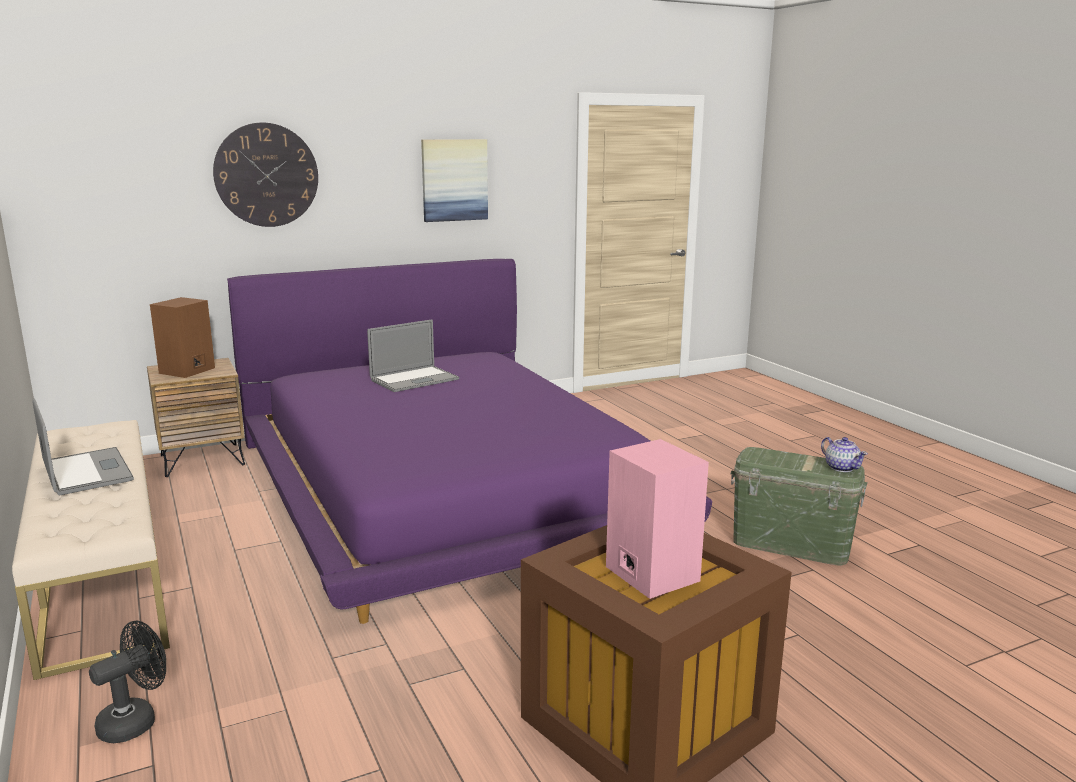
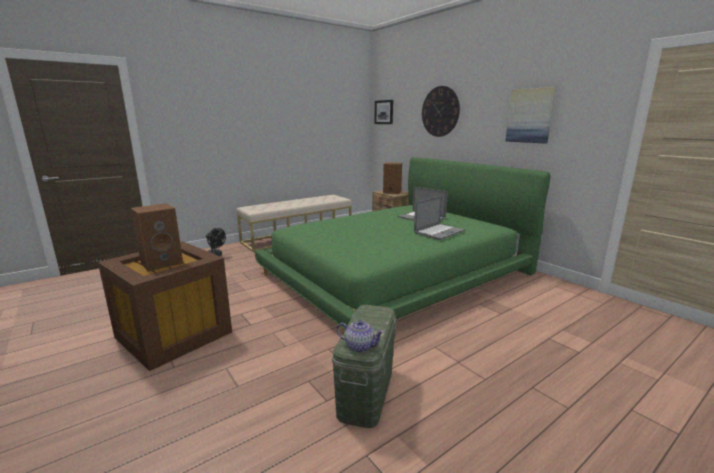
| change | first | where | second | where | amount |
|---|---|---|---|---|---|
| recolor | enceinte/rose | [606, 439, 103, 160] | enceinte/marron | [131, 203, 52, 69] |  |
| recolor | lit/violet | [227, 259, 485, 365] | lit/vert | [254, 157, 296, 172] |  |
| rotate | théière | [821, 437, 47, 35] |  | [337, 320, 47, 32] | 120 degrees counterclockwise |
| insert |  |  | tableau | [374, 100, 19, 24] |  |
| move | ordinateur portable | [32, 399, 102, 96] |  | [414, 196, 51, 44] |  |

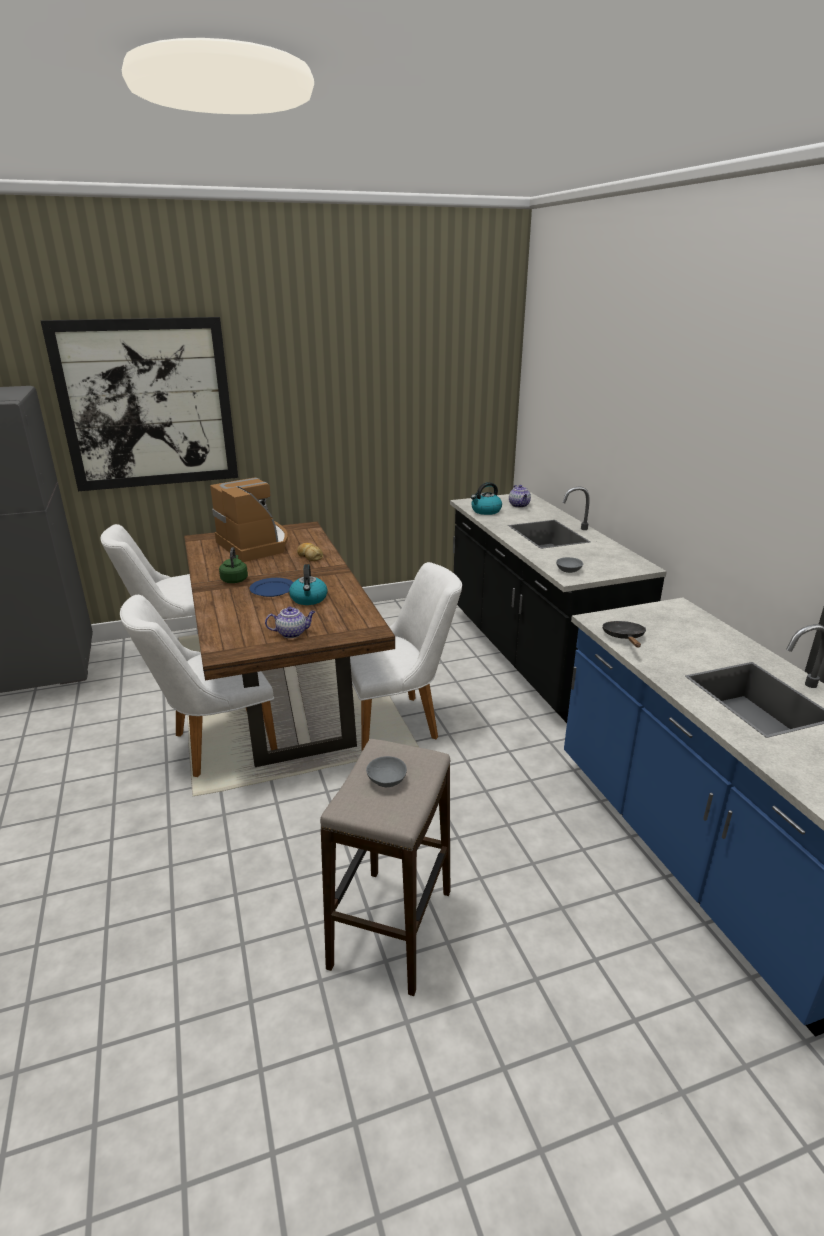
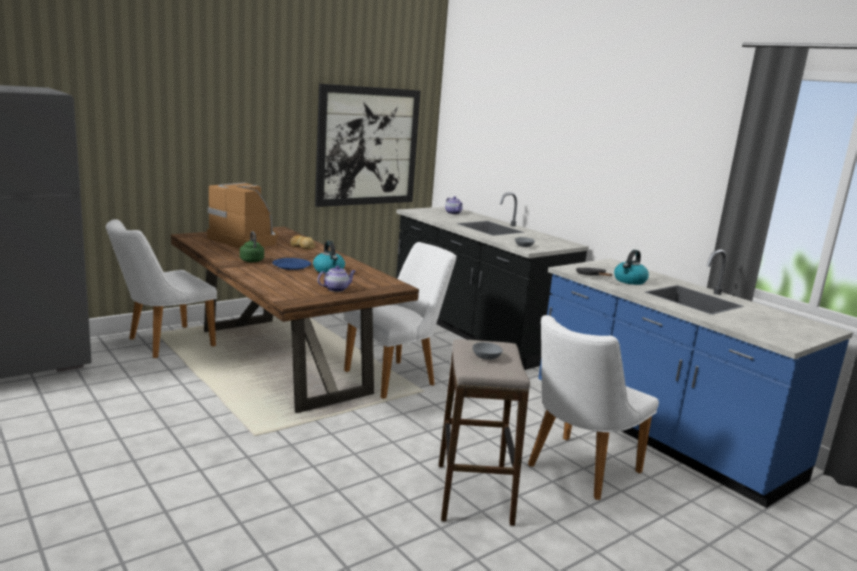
| change | first | where | second | where | amount |
|---|---|---|---|---|---|
| move | tableau | [41, 317, 197, 174] |  | [315, 84, 106, 123] |  |
| move | chaise/blanc | [120, 595, 157, 182] |  | [528, 315, 131, 185] |  |
| move | bouilloire | [471, 482, 31, 33] |  | [614, 250, 35, 35] |  |

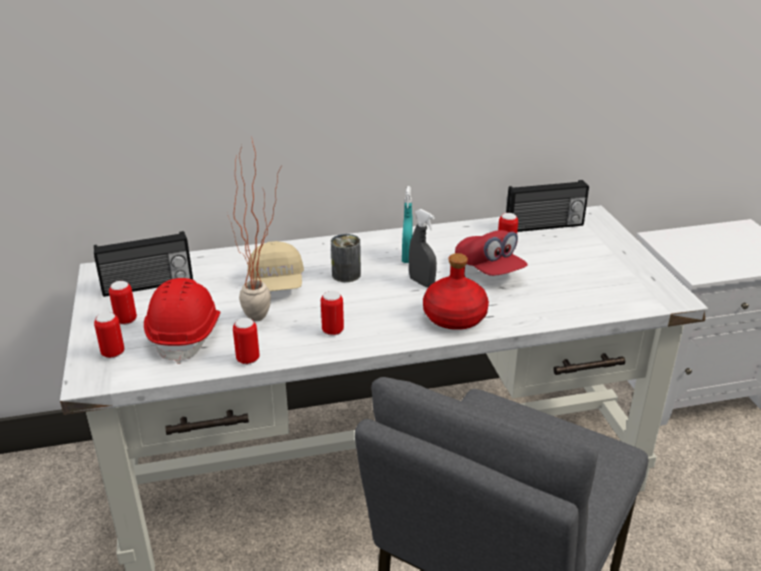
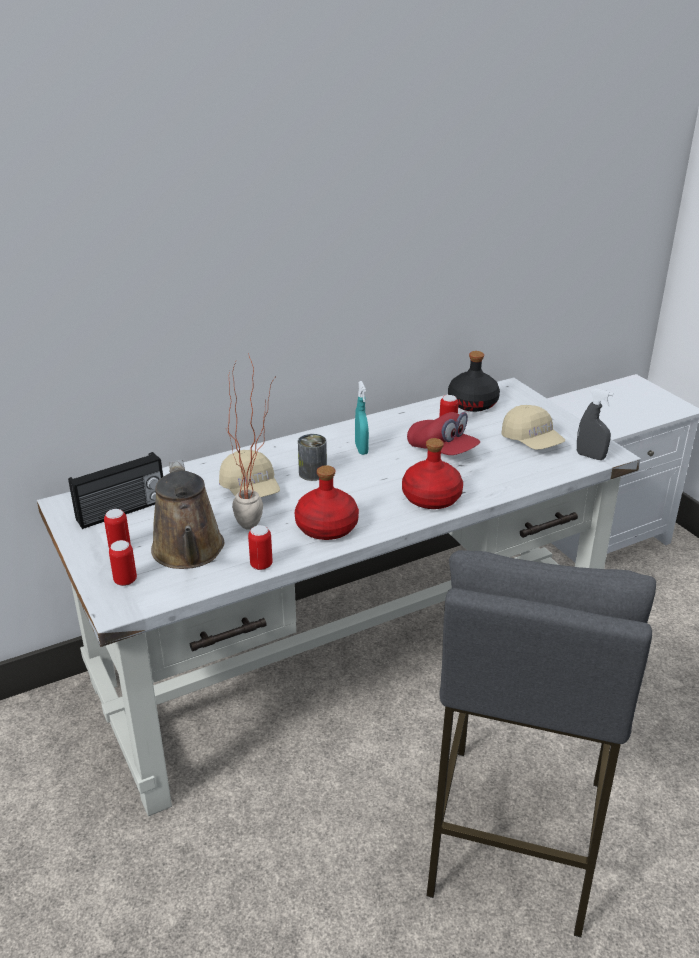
| change | first | where | second | where | amount |
|---|---|---|---|---|---|
| replace | casque de chantier/rouge | [144, 278, 77, 86] | arrosoir/marron | [151, 460, 73, 109] |  |
| replace | boîte métallique | [321, 291, 23, 45] | bouteille/rouge | [295, 465, 64, 75] |  |
| replace | radio | [506, 180, 83, 52] | bouteille/noir | [448, 351, 52, 61] |  |
| insert |  |  | casquette/beige | [501, 405, 64, 45] |  |
| move | vaporisateur/gris | [409, 209, 28, 79] |  | [577, 388, 37, 72] |  |

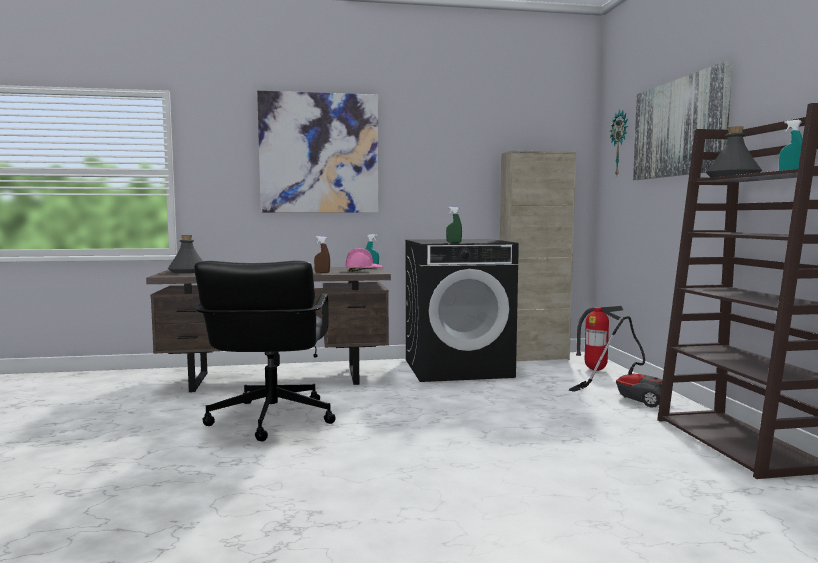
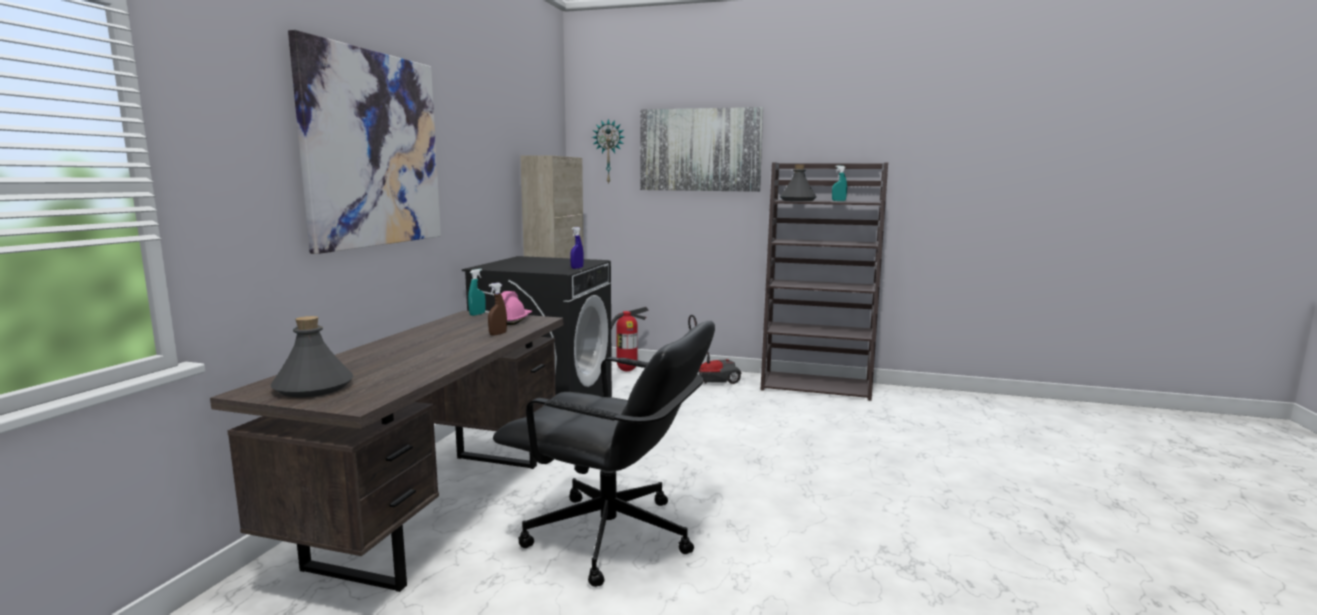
| change | first | where | second | where | amount |
|---|---|---|---|---|---|
| recolor | vaporisateur/vert | [446, 207, 16, 36] | vaporisateur/bleu | [570, 227, 13, 42] |  |

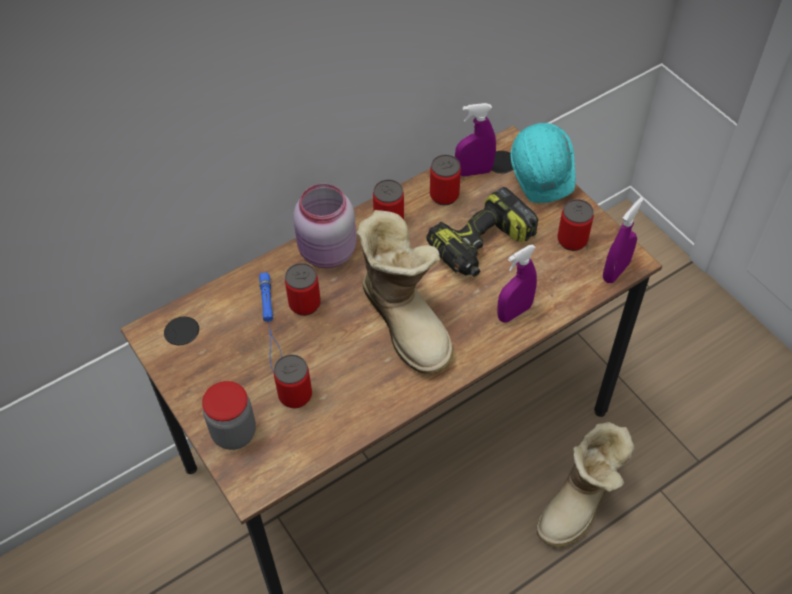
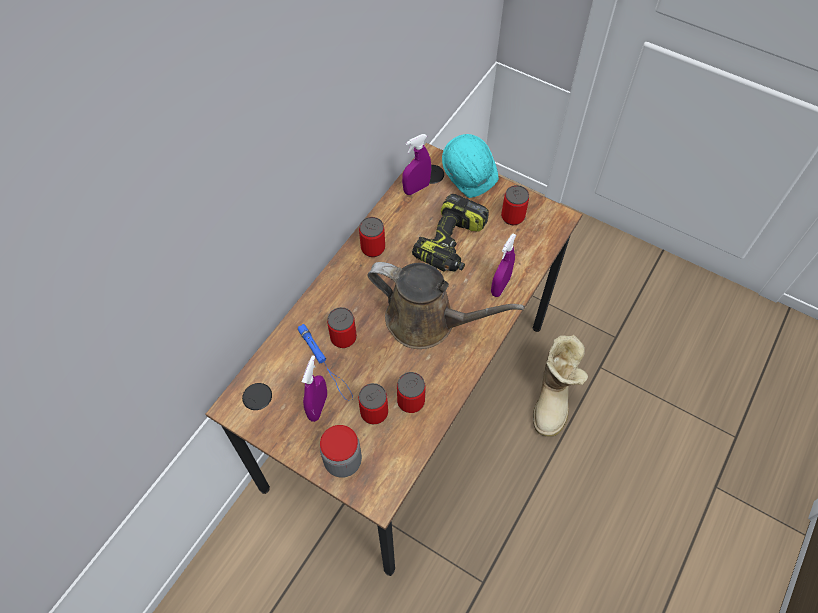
| change | first | where | second | where | amount |
|---|---|---|---|---|---|
| move | vaporisateur/violet | [603, 197, 41, 86] |  | [302, 355, 25, 67] |  |
| replace | botte | [357, 210, 96, 164] | arrosoir/marron | [367, 262, 158, 87] |  |
| move | boîte métallique | [430, 155, 31, 50] |  | [397, 372, 29, 41] |  |
| delete | bocal/rose | [293, 184, 64, 84] |  |  |  |

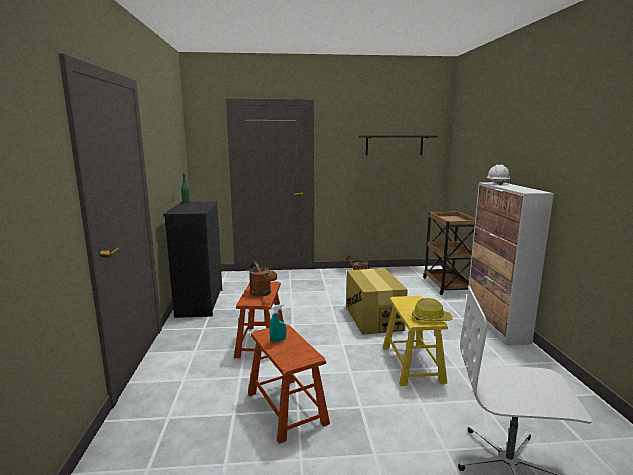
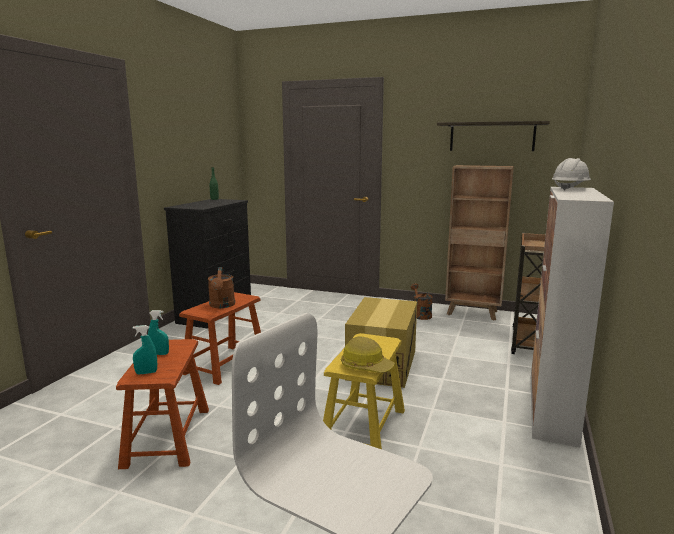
| change | first | where | second | where | amount |
|---|---|---|---|---|---|
| insert |  |  | vaporisateur/turquoise | [133, 325, 24, 49] |  |
| insert |  |  | bibliothèque/marron | [445, 165, 69, 155] |  |

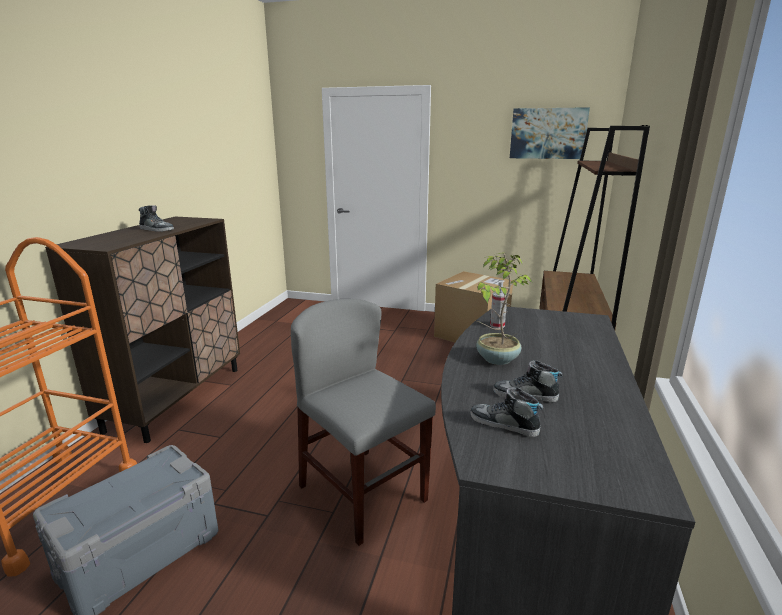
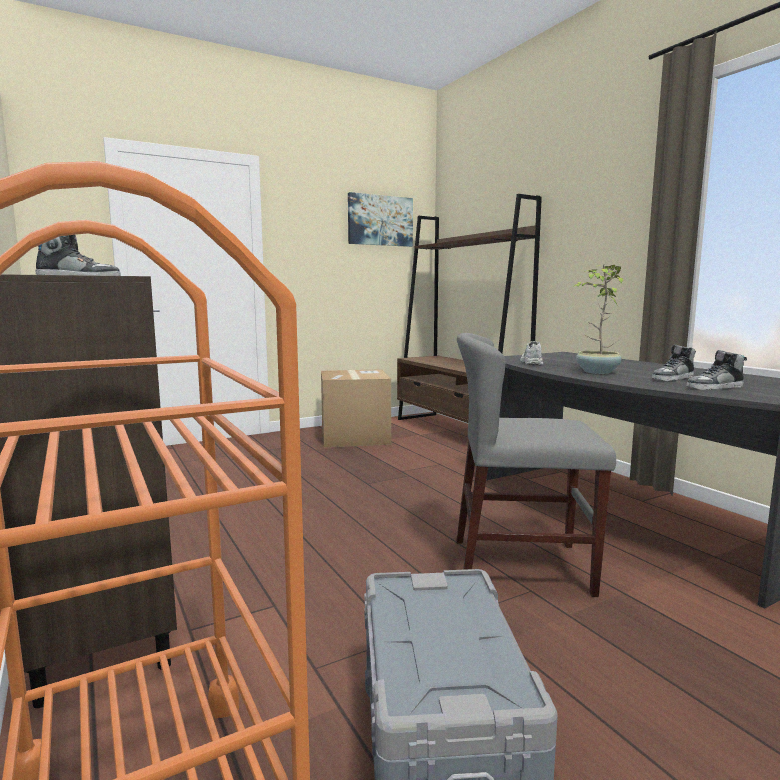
| change | first | where | second | where | amount |
|---|---|---|---|---|---|
| replace | vaporisateur | [490, 281, 17, 47] | chaussure/blanc | [520, 341, 23, 25] |  |

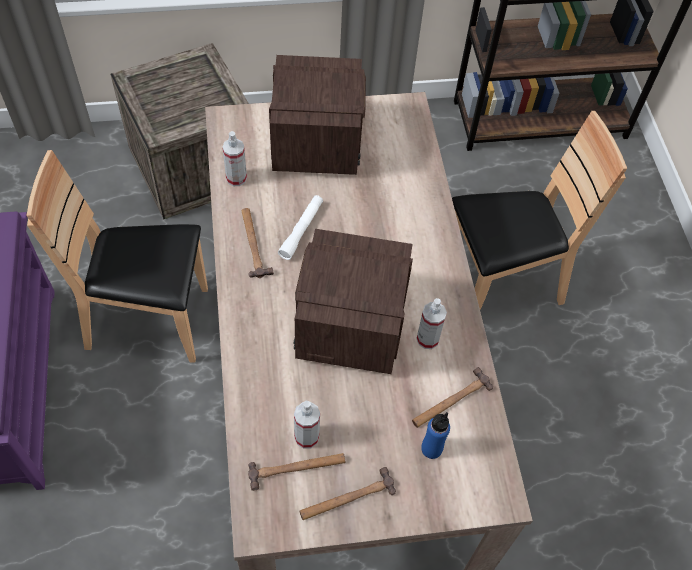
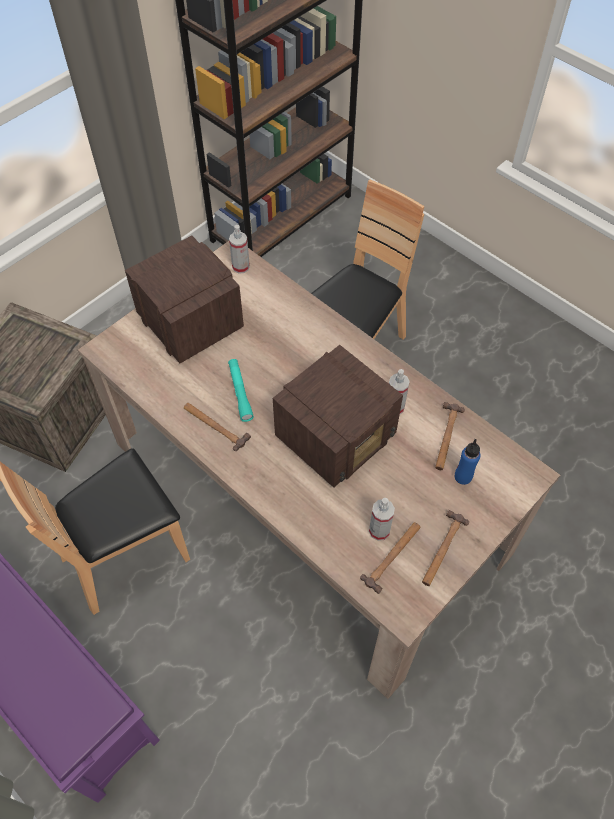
| change | first | where | second | where | amount |
|---|---|---|---|---|---|
| recolor | lampe de poche/blanc | [278, 195, 45, 65] | lampe de poche/turquoise | [228, 359, 26, 63] |  |
| move | vaporisateur | [222, 131, 25, 55] |  | [229, 225, 21, 49] |  |
| rotate | radio | [294, 229, 119, 145] |  | [273, 345, 130, 143] | 105 degrees counterclockwise |

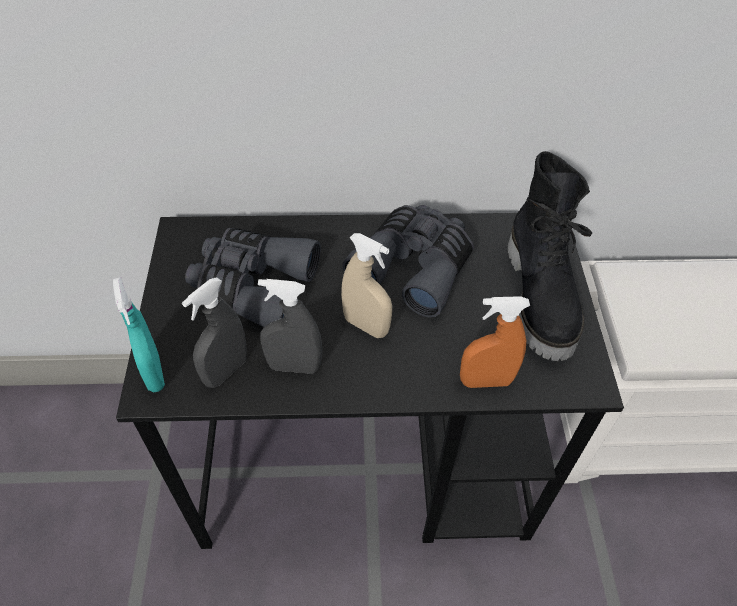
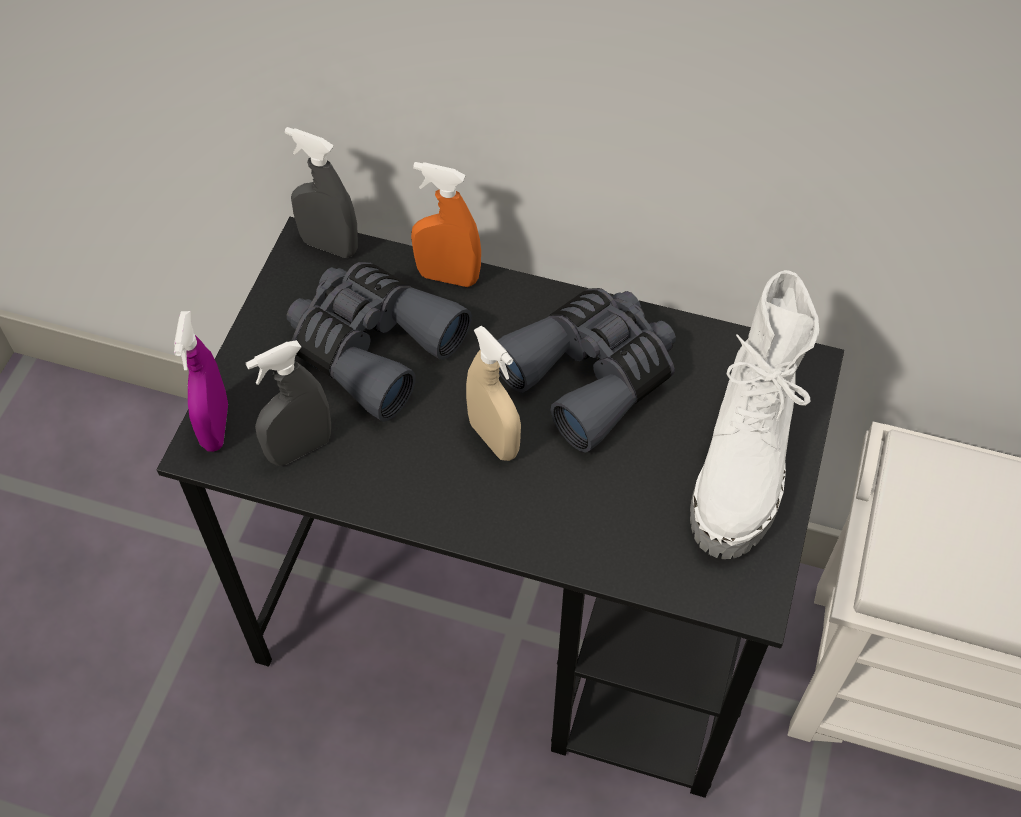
| change | first | where | second | where | amount |
|---|---|---|---|---|---|
| recolor | vaporisateur/turquoise | [113, 277, 52, 115] | vaporisateur/violet | [174, 311, 54, 141] |  |
| move | vaporisateur/gris | [258, 279, 64, 95] |  | [285, 127, 73, 131] |  |
| move | vaporisateur/orange | [460, 296, 70, 92] |  | [411, 162, 70, 125] |  |
| recolor | botte/noir | [507, 151, 85, 210] | botte/blanc | [690, 270, 129, 289] |  |

